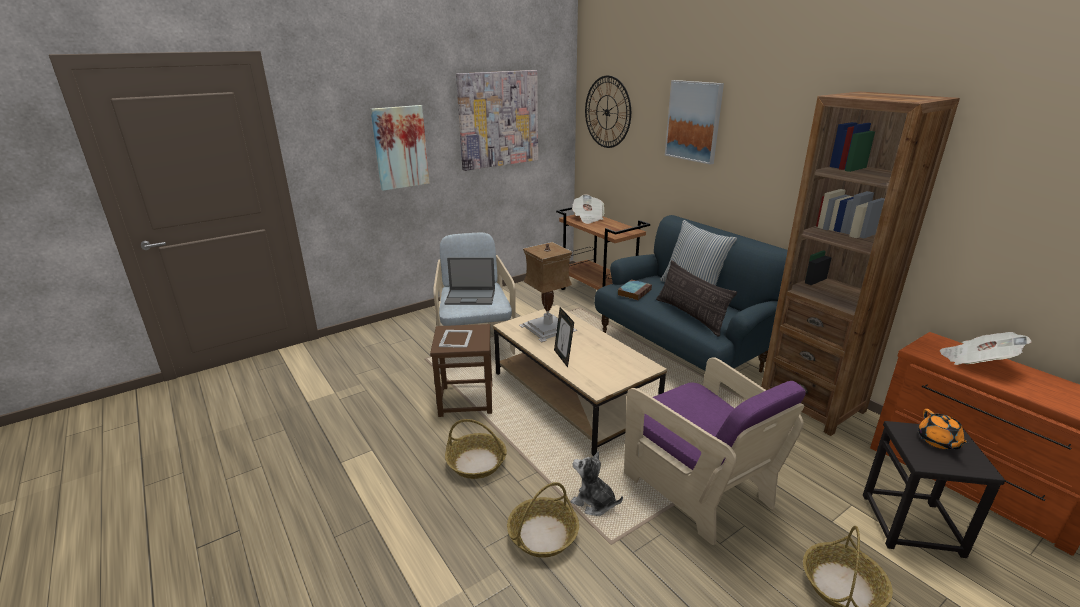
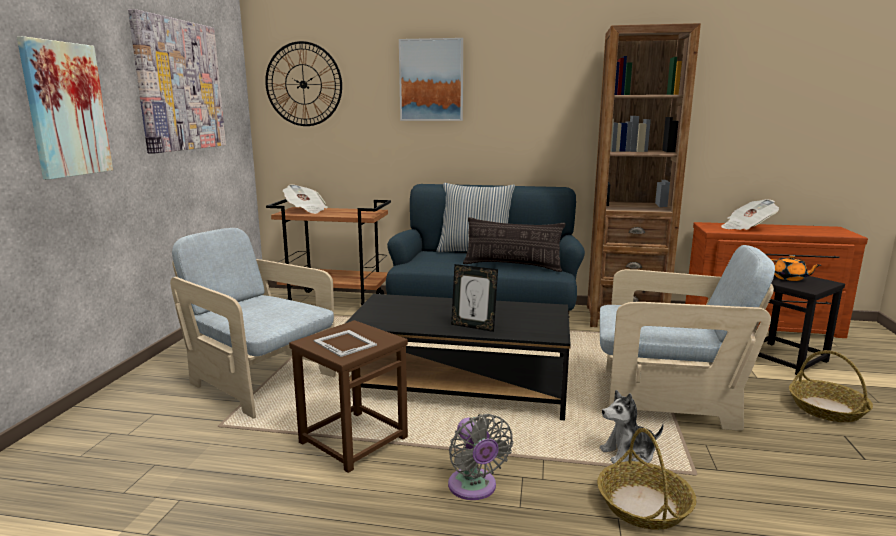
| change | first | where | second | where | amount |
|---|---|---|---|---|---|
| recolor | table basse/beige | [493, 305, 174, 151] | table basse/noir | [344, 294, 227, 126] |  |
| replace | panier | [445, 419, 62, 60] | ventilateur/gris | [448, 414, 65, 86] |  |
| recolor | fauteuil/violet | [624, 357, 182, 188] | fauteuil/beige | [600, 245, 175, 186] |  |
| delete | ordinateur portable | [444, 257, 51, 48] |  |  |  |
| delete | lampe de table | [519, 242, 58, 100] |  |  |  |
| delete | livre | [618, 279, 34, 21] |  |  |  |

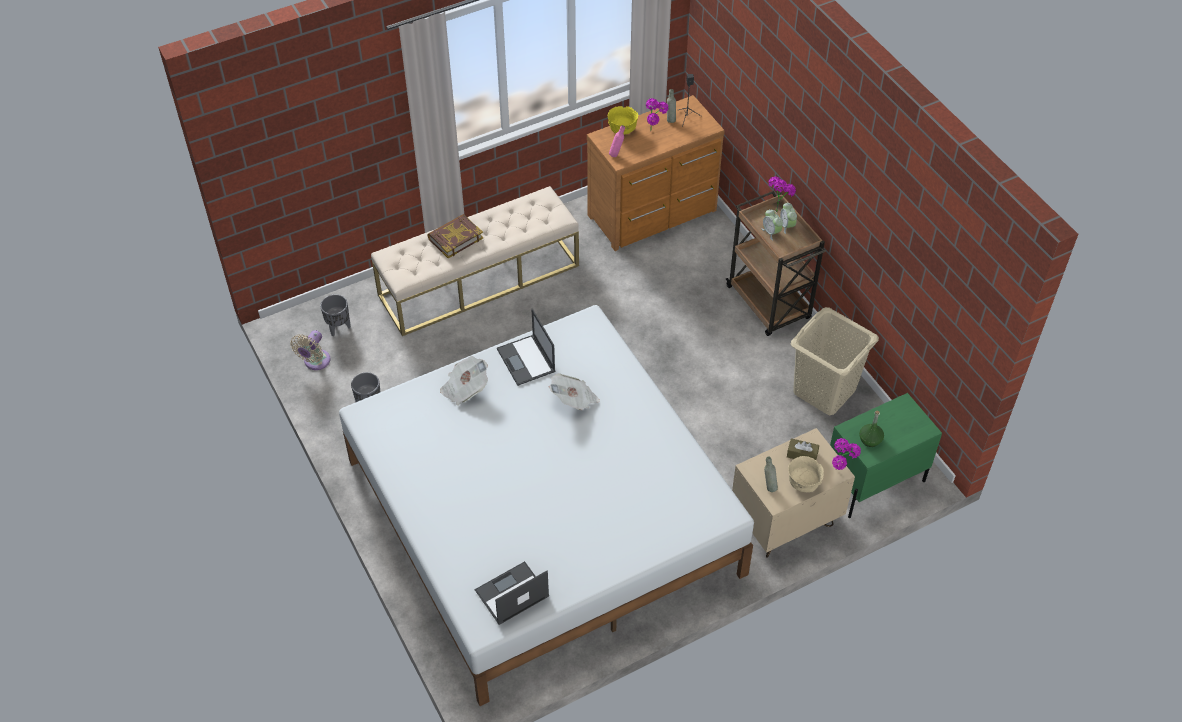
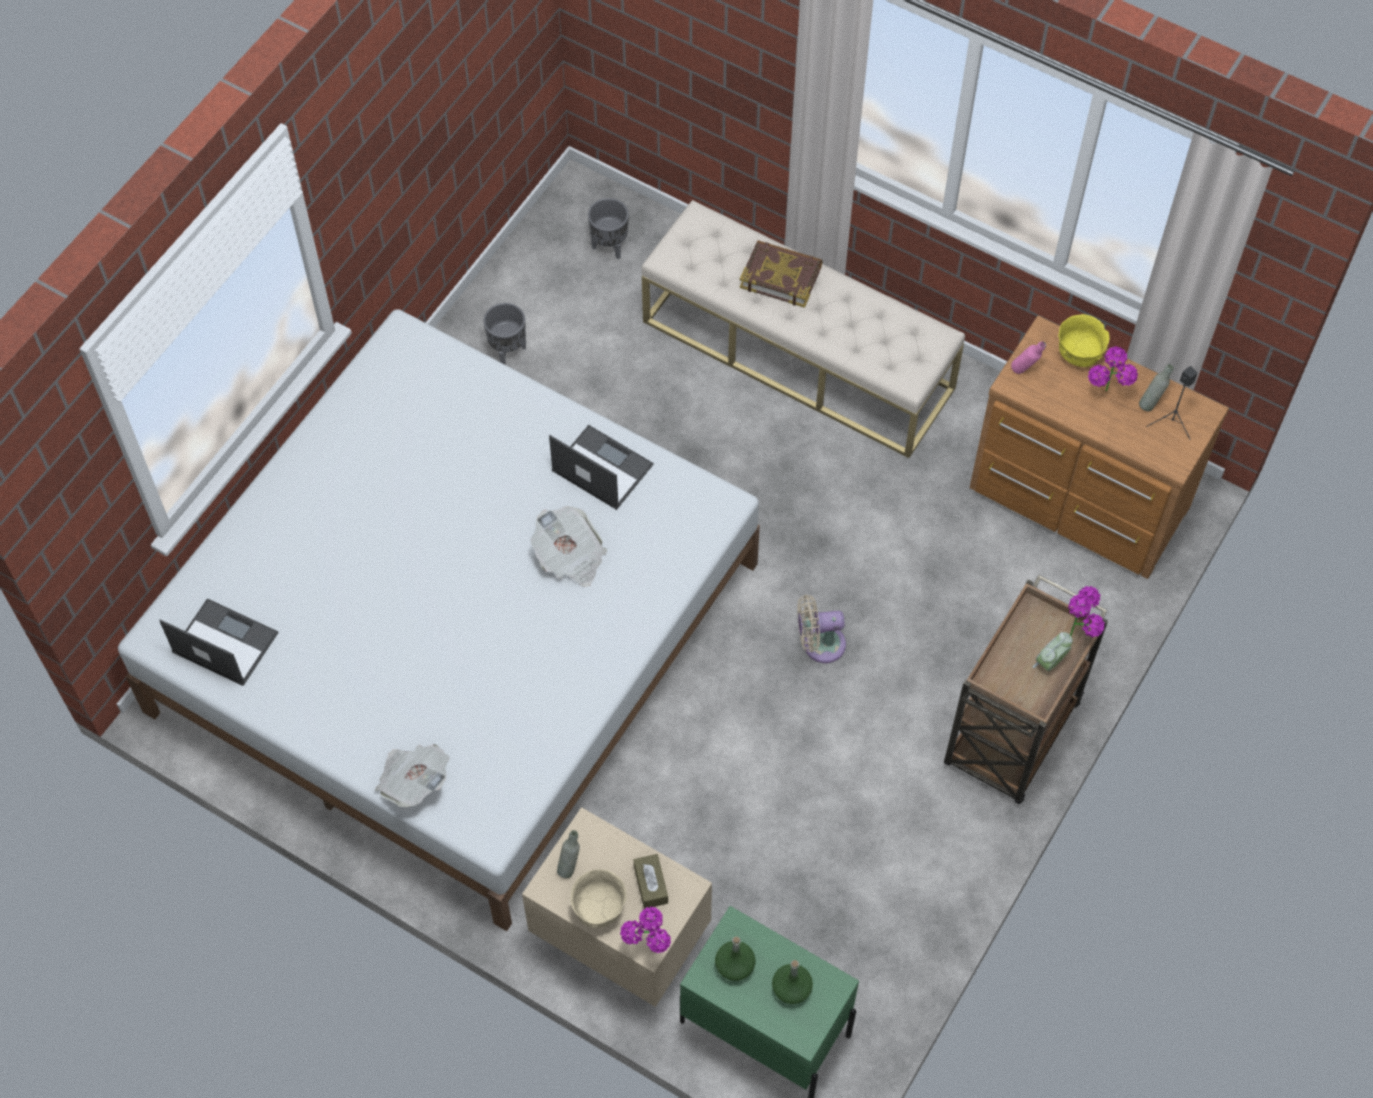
| change | first | where | second | where | amount |
|---|---|---|---|---|---|
| move | journal | [440, 356, 48, 49] |  | [375, 744, 75, 63] |  |
| rotate | ordinateur portable | [497, 309, 59, 77] |  | [549, 425, 105, 85] | 90 degrees clockwise |
| insert |  |  | bouteille/vert | [772, 960, 41, 44] |  |
| move | ventilateur/beige | [290, 330, 41, 40] |  | [797, 595, 49, 68] |  |
| delete | réveil | [762, 209, 21, 32] |  |  |  |
| delete | panier à linge/beige | [791, 307, 88, 108] |  |  |  |

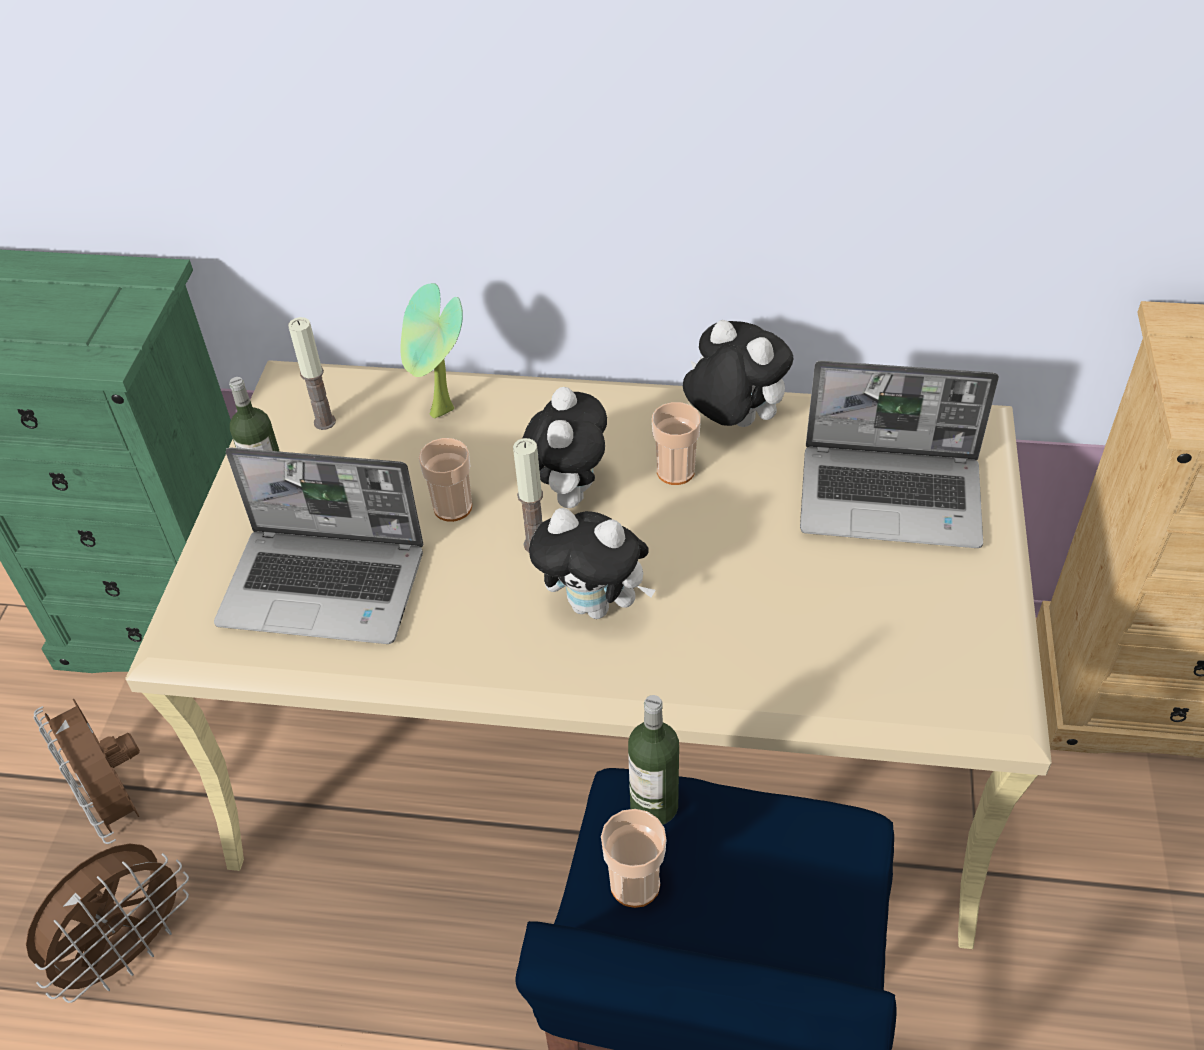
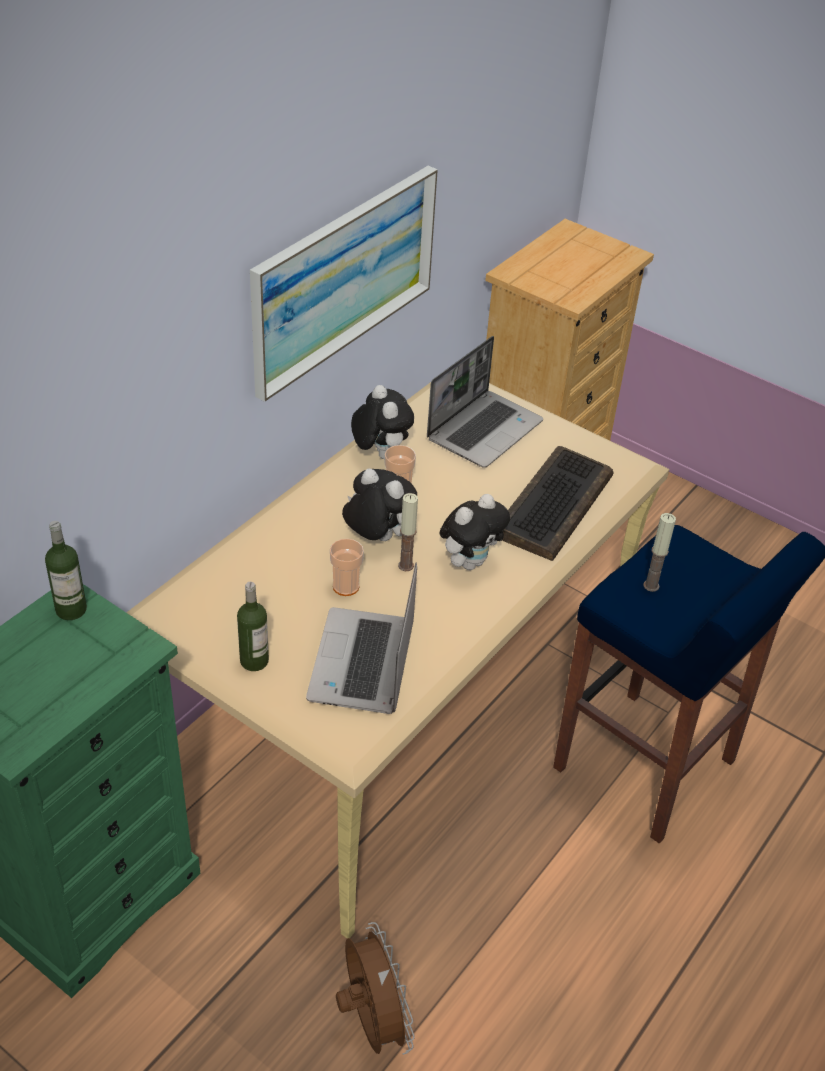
| change | first | where | second | where | amount |
|---|---|---|---|---|---|
| move | bouteille | [628, 695, 51, 130] |  | [45, 521, 42, 99] |  |
| insert |  |  | tableau | [250, 166, 188, 236] |  |
| rotate | ordinateur portable | [214, 448, 210, 196] |  | [306, 562, 111, 152] | 150 degrees clockwise |
| rotate | peluche | [683, 320, 110, 107] |  | [351, 385, 63, 74] | 90 degrees clockwise |
| insert |  |  | clavier | [502, 446, 111, 115] |  |
| move | bougie | [288, 317, 48, 113] |  | [643, 513, 33, 79] |  |
| delete | ventilateur/marron | [33, 698, 107, 146] |  |  |  |
| delete | plante en pot | [400, 283, 63, 136] |  |  |  |
| delete | tasse | [601, 809, 66, 99] |  |  |  |

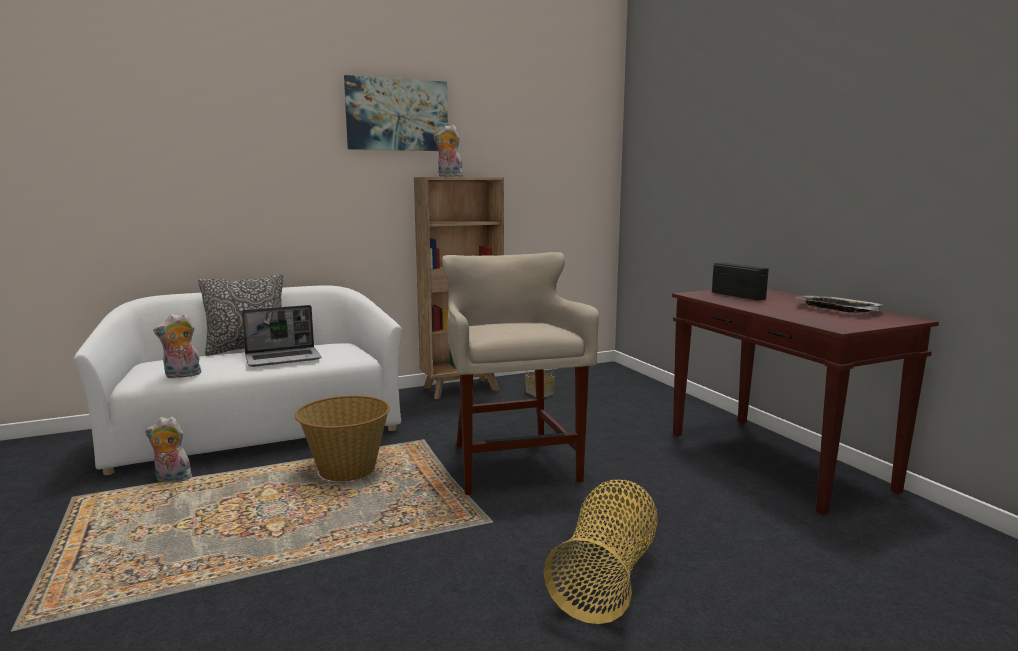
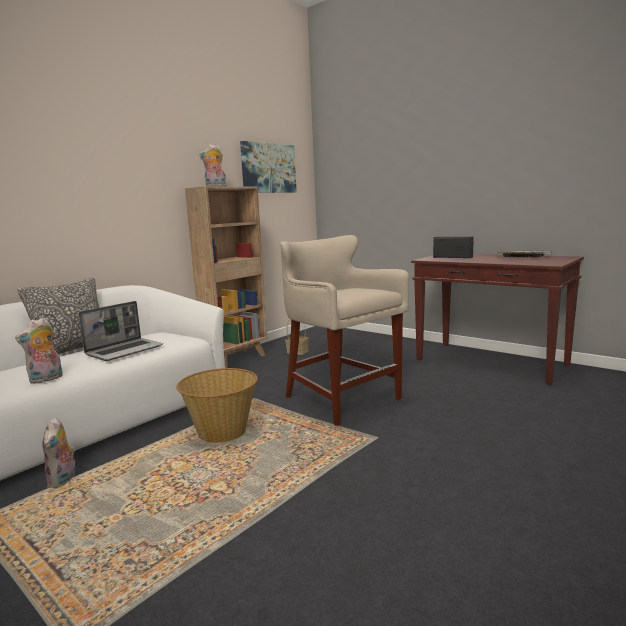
| change | first | where | second | where | amount |
|---|---|---|---|---|---|
| rotate | peluche | [145, 417, 49, 66] |  | [42, 417, 34, 71] | 75 degrees counterclockwise |
| move | tableau | [344, 75, 104, 76] |  | [240, 141, 57, 52] |  |
| delete | panier | [543, 479, 115, 145] |  |  |  |

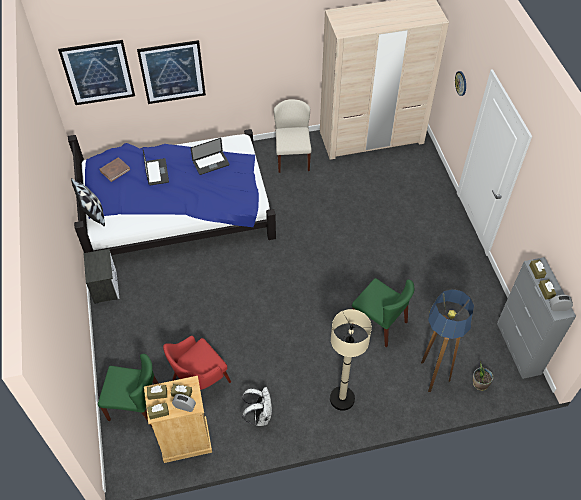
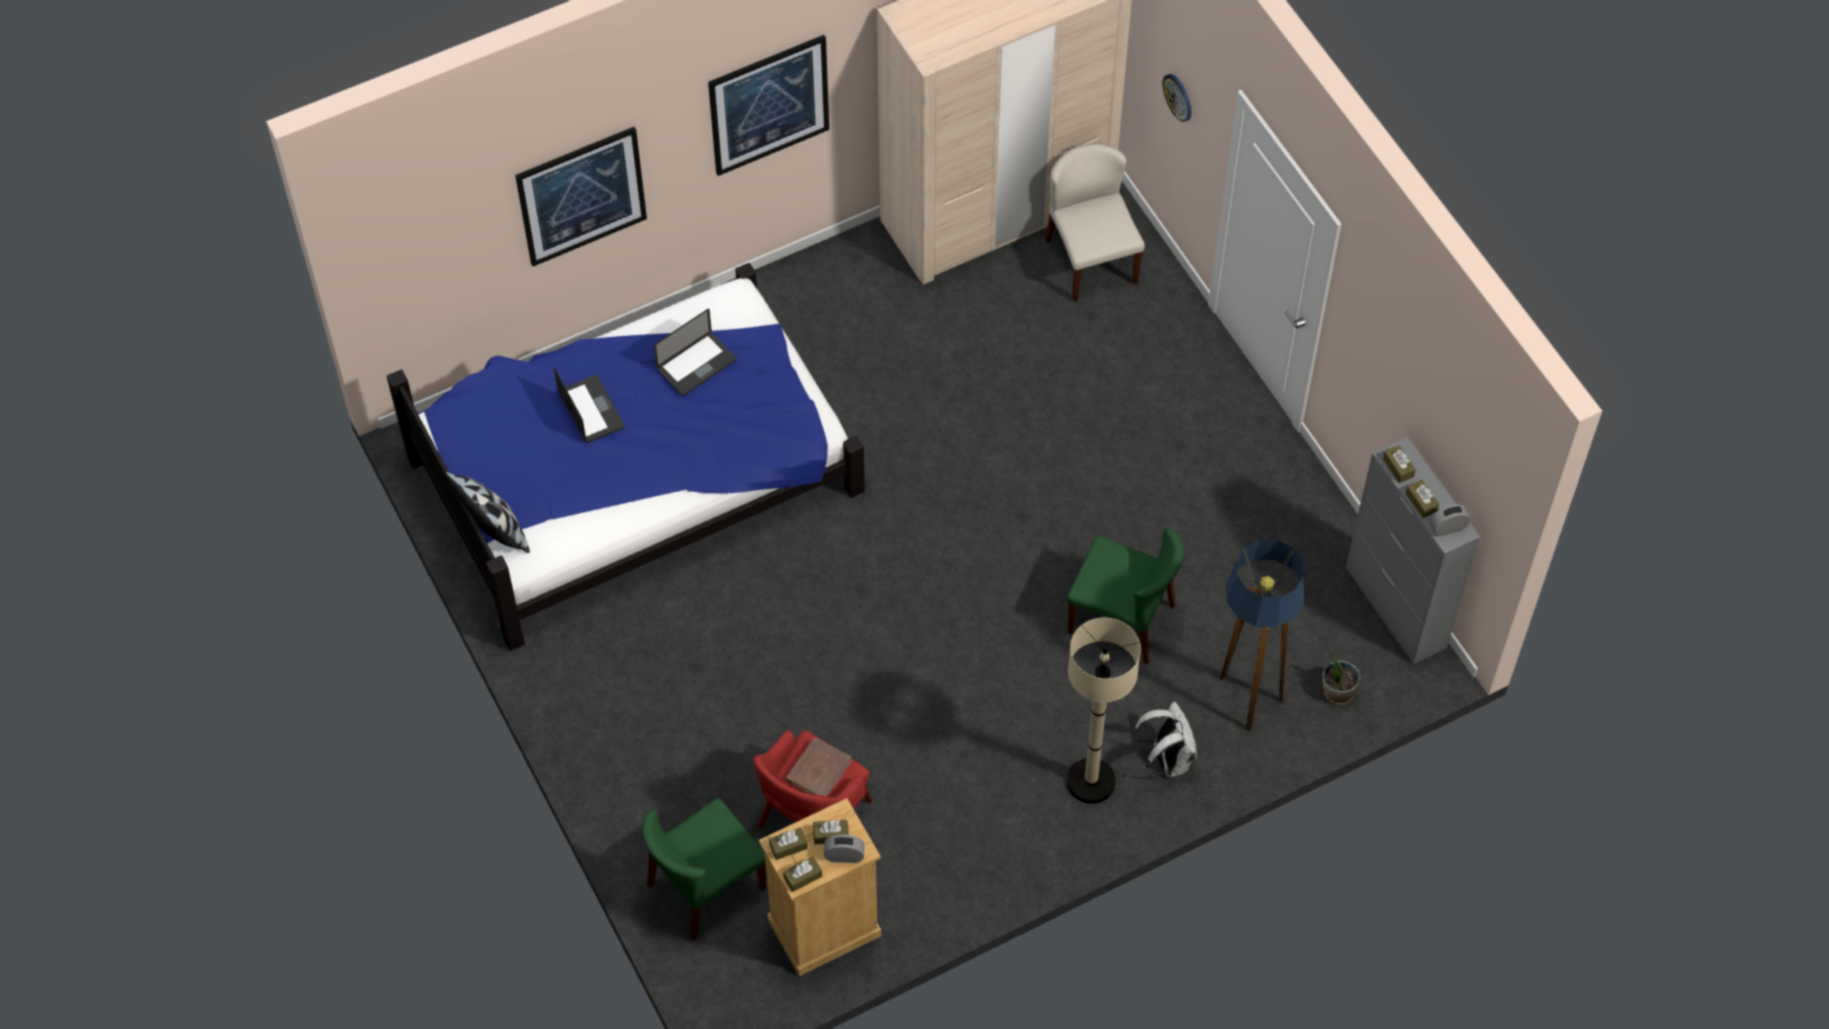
| change | first | where | second | where | amount |
|---|---|---|---|---|---|
| rotate | chaise/vert | [98, 354, 61, 73] |  | [642, 798, 124, 143] | 150 degrees clockwise |
| move | tableau | [58, 40, 77, 65] |  | [708, 35, 121, 141] |  |
| move | livre/marron | [99, 158, 31, 24] |  | [785, 738, 66, 58] |  |
| move | chaise/beige | [274, 99, 38, 74] |  | [1045, 144, 100, 158] |  |
| move | sac à dos/blanc | [242, 387, 30, 39] |  | [1133, 702, 64, 75] |  |
| delete | table de chevet | [83, 249, 36, 55] |  |  |  |

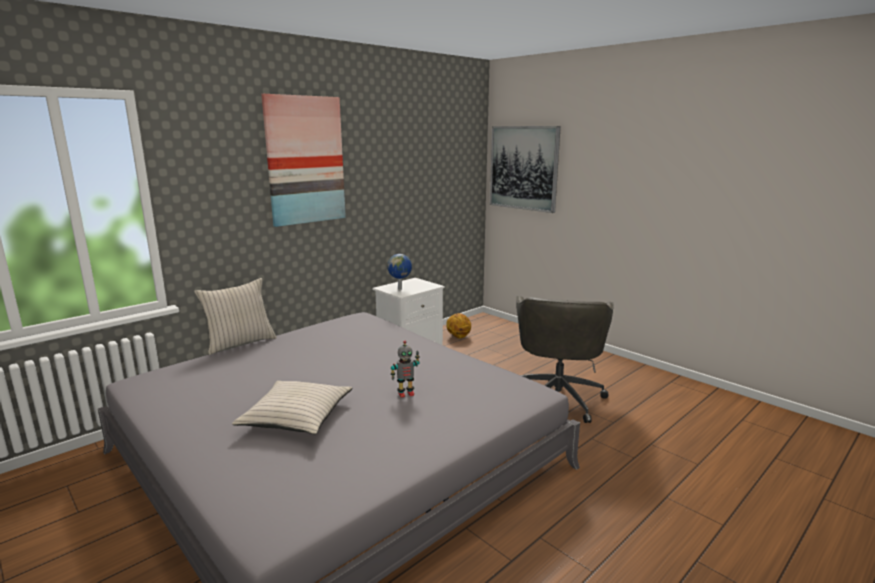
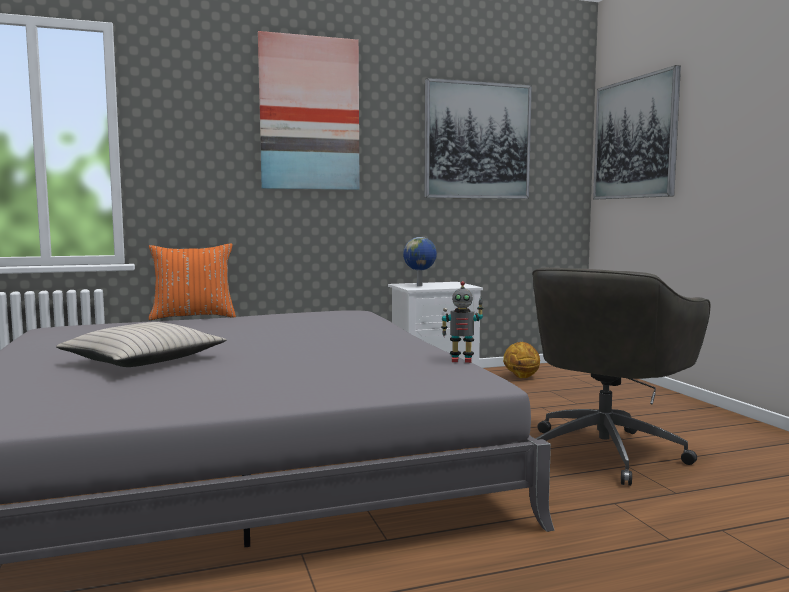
| change | first | where | second | where | amount |
|---|---|---|---|---|---|
| recolor | coussin/beige | [194, 278, 83, 77] | coussin/orange | [149, 243, 87, 77] |  |
| insert |  |  | tableau | [424, 78, 108, 121] |  |
| move | robot jouet | [391, 341, 29, 57] |  | [441, 281, 42, 82] |  |

